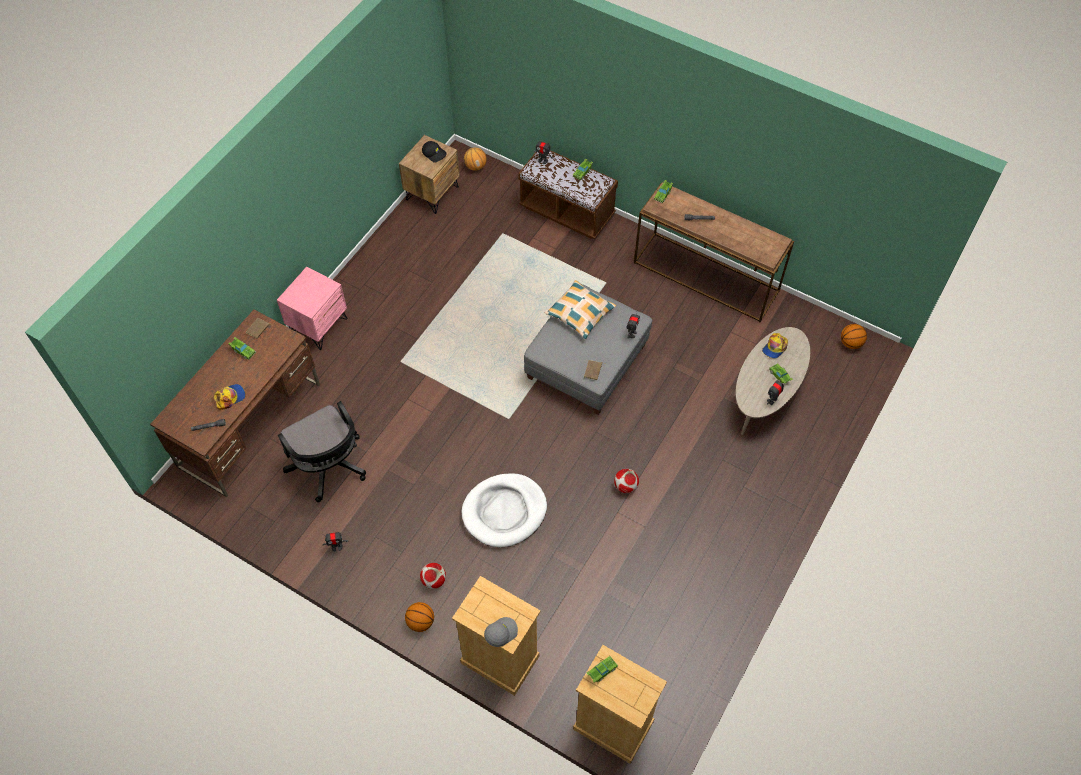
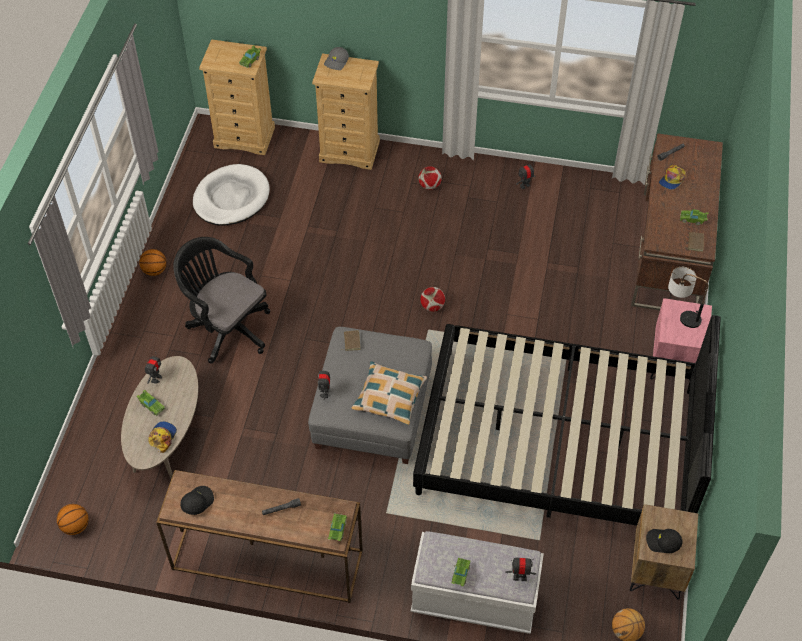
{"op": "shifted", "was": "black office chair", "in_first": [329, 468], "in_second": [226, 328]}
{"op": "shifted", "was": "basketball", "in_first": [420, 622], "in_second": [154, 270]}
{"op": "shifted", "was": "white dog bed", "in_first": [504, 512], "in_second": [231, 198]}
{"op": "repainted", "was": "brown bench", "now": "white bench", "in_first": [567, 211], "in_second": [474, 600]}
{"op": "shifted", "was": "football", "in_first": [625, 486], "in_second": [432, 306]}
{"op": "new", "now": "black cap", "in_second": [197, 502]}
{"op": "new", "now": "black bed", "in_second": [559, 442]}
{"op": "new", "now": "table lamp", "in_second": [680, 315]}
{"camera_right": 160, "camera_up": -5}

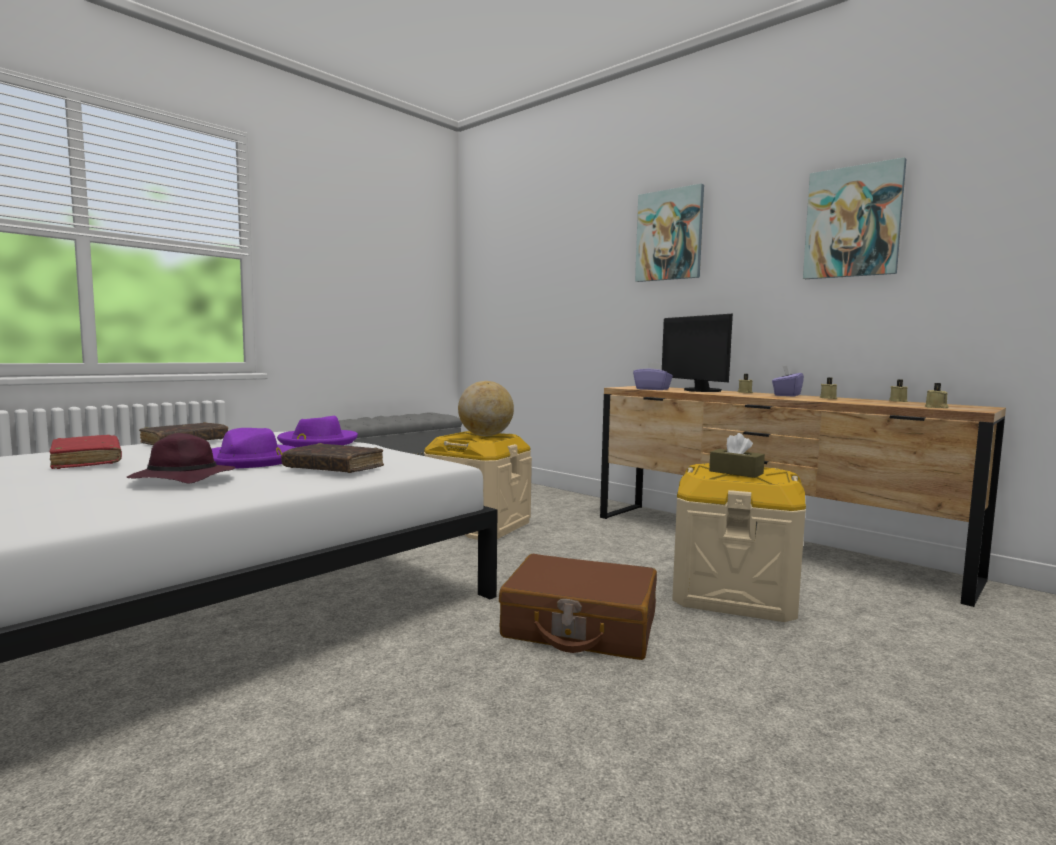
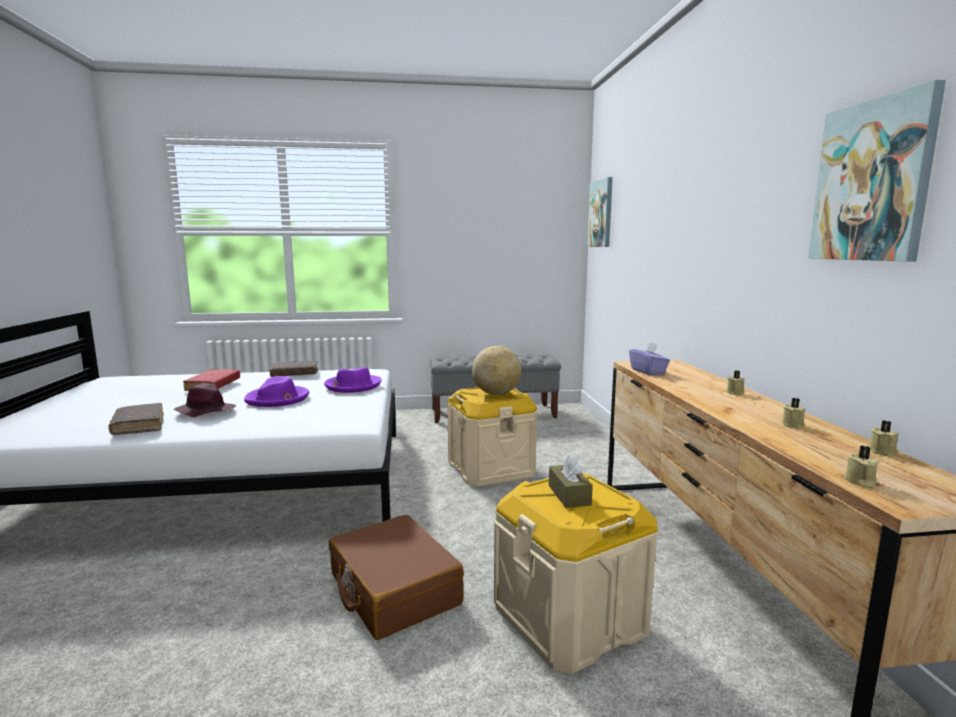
{"op": "shifted", "was": "brown book", "in_first": [333, 468], "in_second": [138, 426]}
{"op": "shifted", "was": "picture", "in_first": [669, 235], "in_second": [601, 214]}
{"op": "gone", "was": "monitor", "in_first": [699, 390]}
{"op": "gone", "was": "purple tissue box", "in_first": [786, 395]}
{"camera_right": 40, "camera_up": 5}

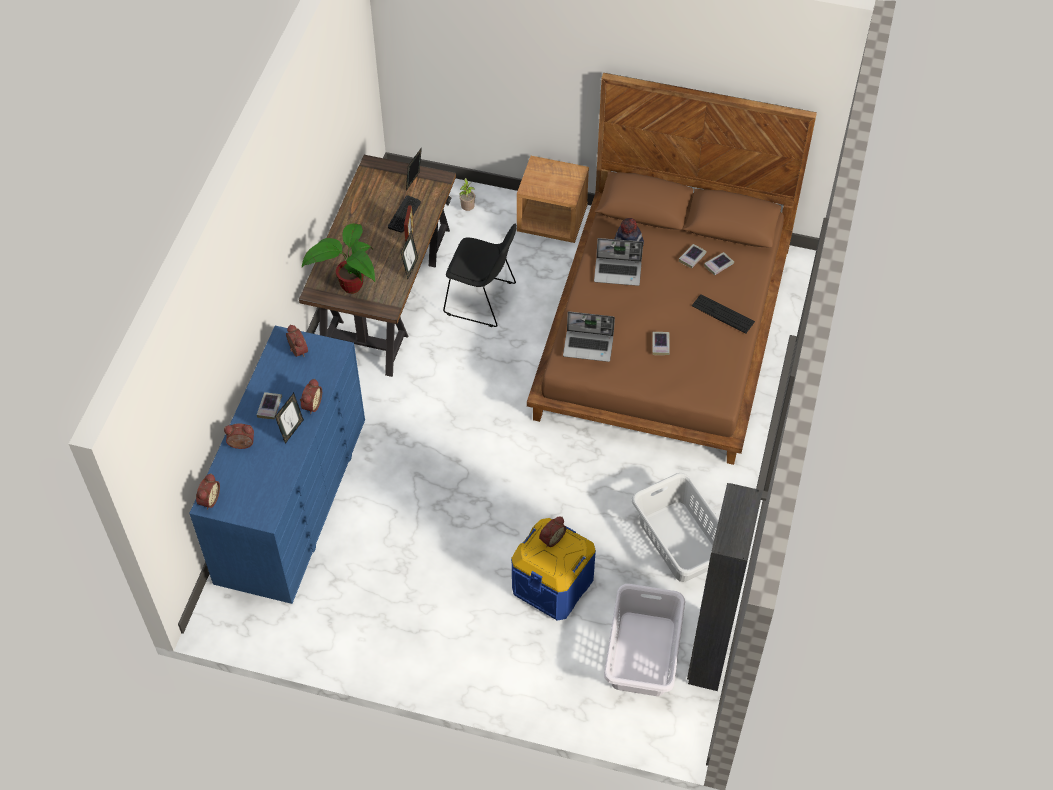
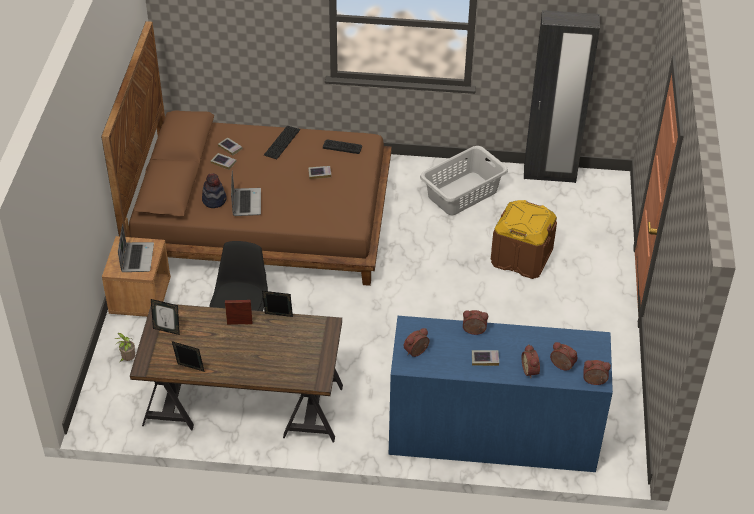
{"op": "shifted", "was": "picture frame", "in_first": [292, 430], "in_second": [190, 369]}
{"op": "gone", "was": "potted plant", "in_first": [349, 288]}
{"op": "shifted", "was": "keyboard", "in_first": [404, 214], "in_second": [342, 147]}
{"op": "repainted", "was": "blue storage box", "now": "brown storage box", "in_first": [552, 584], "in_second": [521, 257]}
{"op": "shifted", "was": "alarm clock", "in_first": [551, 538], "in_second": [561, 366]}
{"op": "shifted", "was": "laptop", "in_first": [589, 346], "in_second": [137, 257]}
{"op": "gone", "was": "white laundry basket", "in_first": [642, 654]}
{"camera_right": -100, "camera_up": -10}

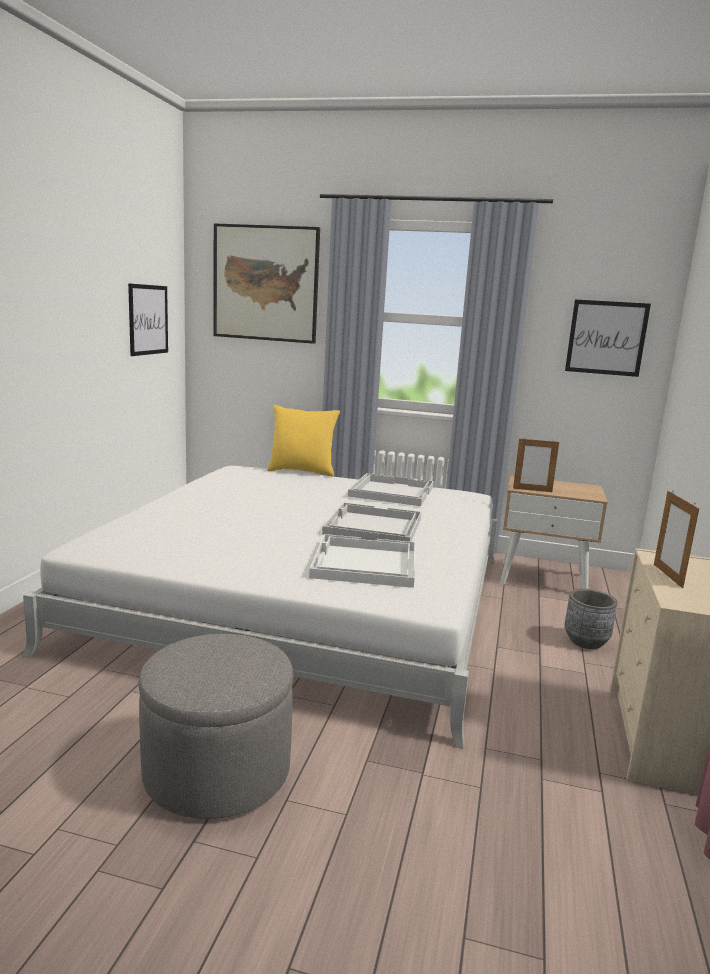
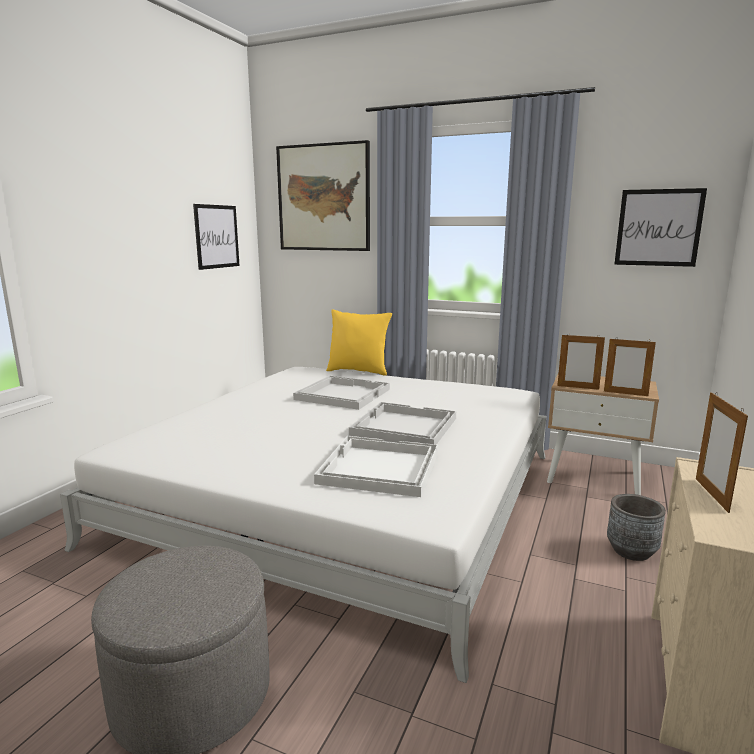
{"op": "shifted", "was": "white tray", "in_first": [391, 491], "in_second": [342, 394]}
{"op": "new", "now": "picture frame", "in_second": [625, 393]}
{"camera_right": 10, "camera_up": 0}

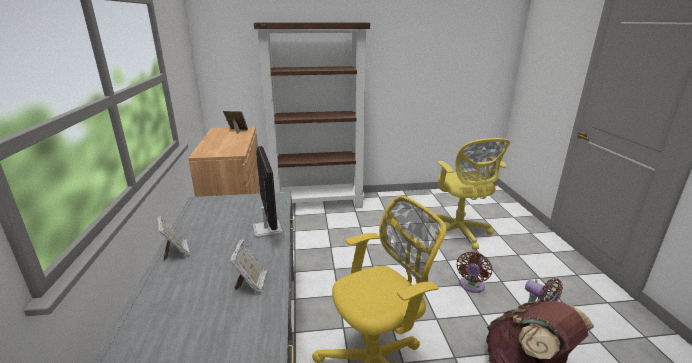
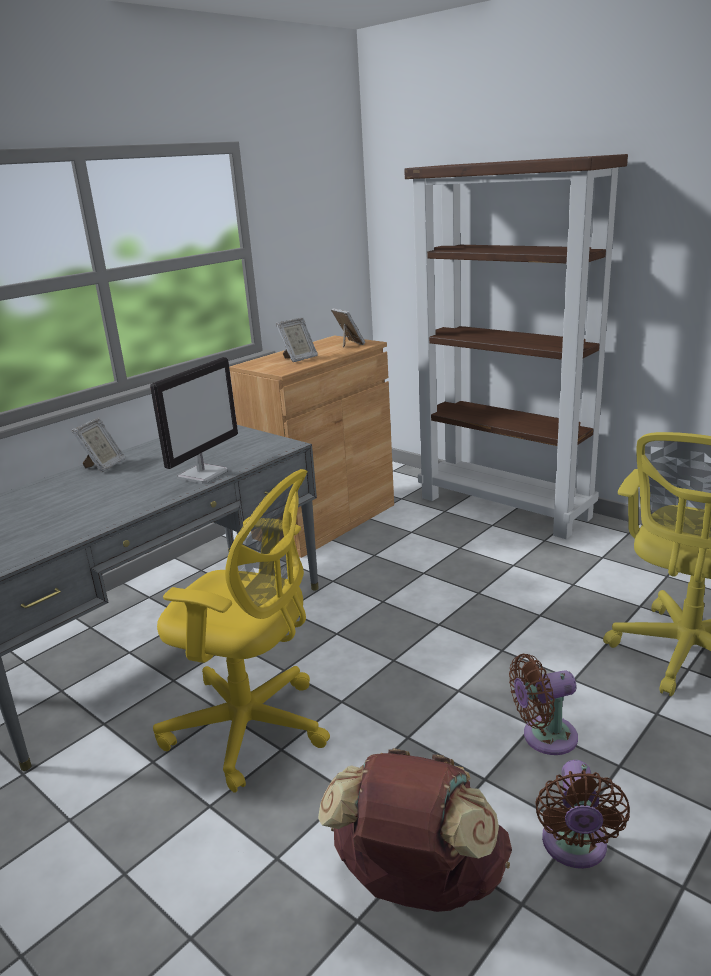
{"op": "shifted", "was": "picture frame", "in_first": [251, 284], "in_second": [298, 358]}
{"camera_right": 50, "camera_up": 0}

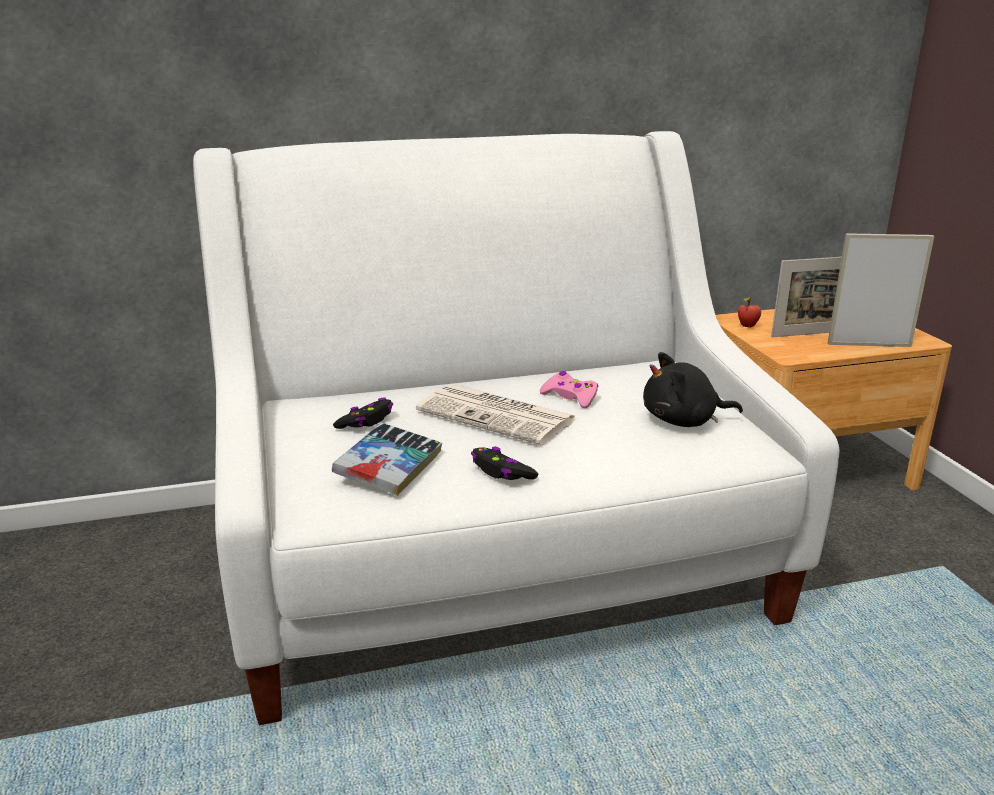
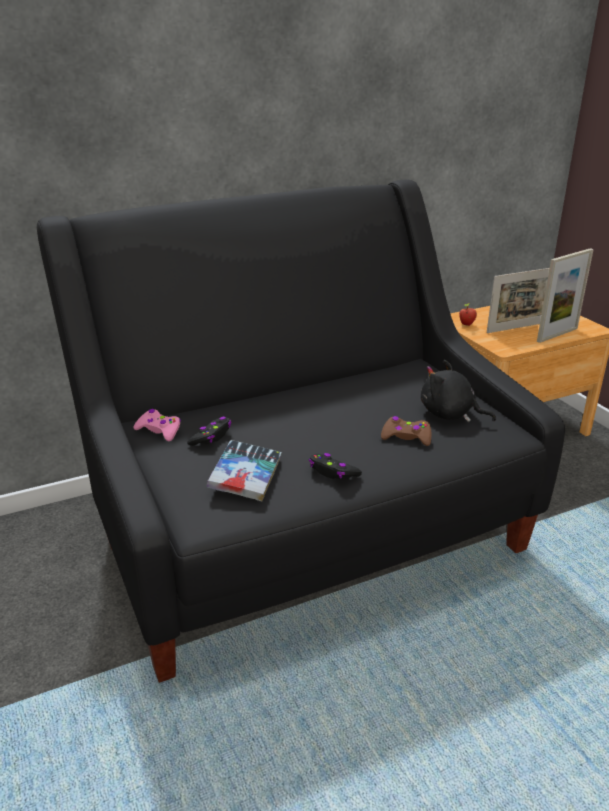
{"op": "repainted", "was": "white sofa", "now": "black sofa", "in_first": [496, 568], "in_second": [303, 530]}
{"op": "gone", "was": "newspaper", "in_first": [498, 415]}
{"op": "shifted", "was": "pink game controller", "in_first": [570, 397], "in_second": [159, 430]}
{"op": "rotated", "was": "black plush toy", "in_first": [684, 421], "in_second": [450, 414], "clockwise": 45}
{"op": "rotated", "was": "picture frame", "in_first": [869, 345], "in_second": [557, 335], "clockwise": 150}
{"op": "new", "now": "brown game controller", "in_second": [406, 437]}
{"camera_right": -10, "camera_up": 5}

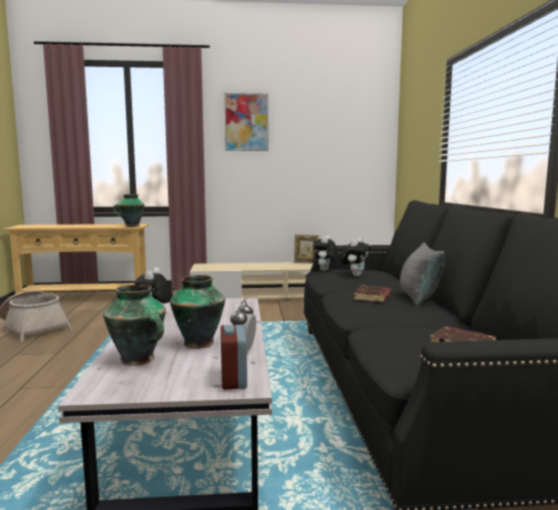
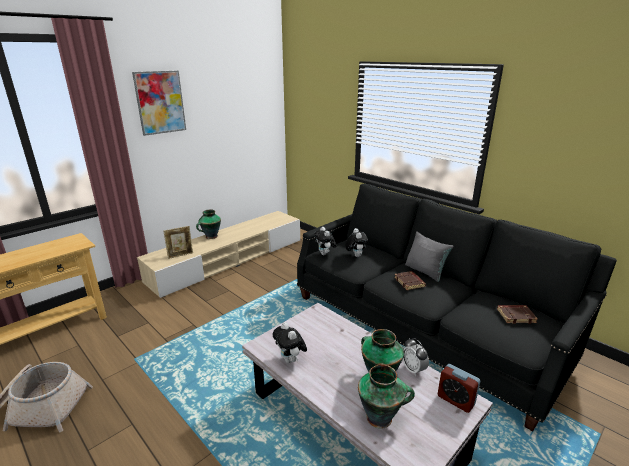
{"op": "shifted", "was": "vase", "in_first": [131, 226], "in_second": [211, 236]}
{"op": "shifted", "was": "picture frame", "in_first": [306, 263], "in_second": [180, 255]}
{"camera_right": -40, "camera_up": 15}

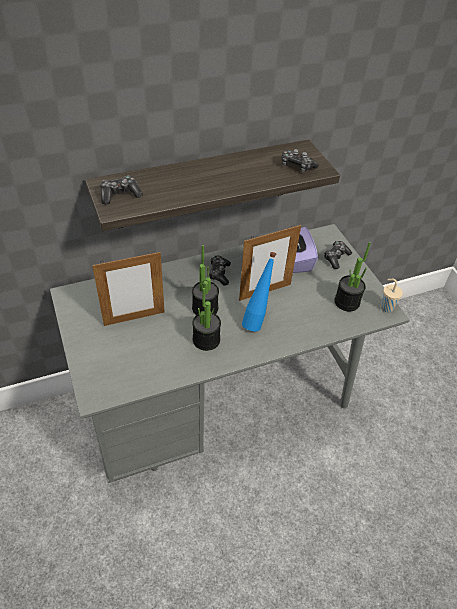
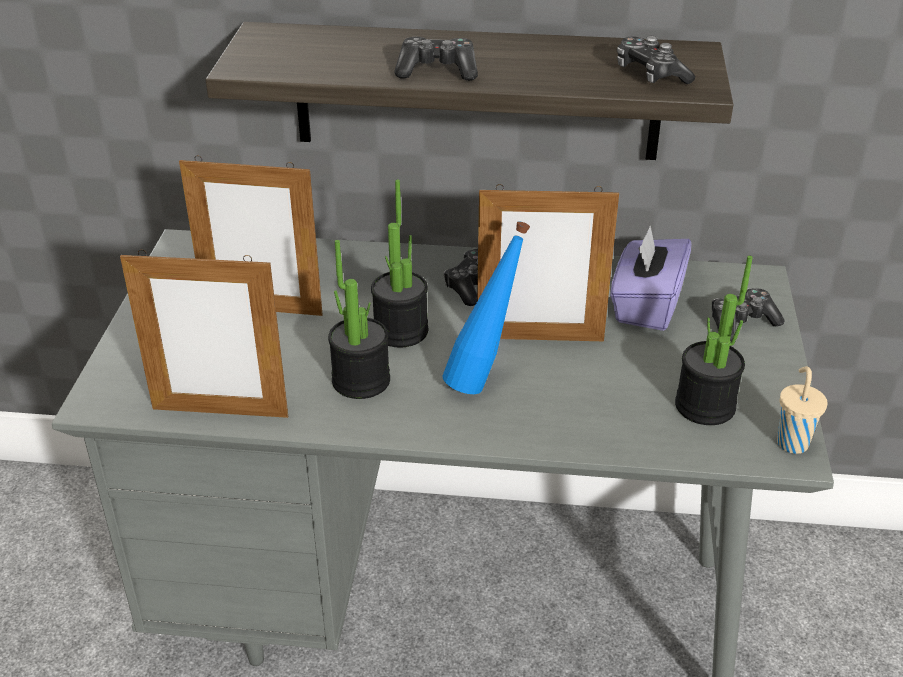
{"op": "shifted", "was": "game controller", "in_first": [120, 195], "in_second": [437, 71]}
{"op": "new", "now": "picture frame", "in_second": [220, 412]}
{"camera_right": 30, "camera_up": -10}

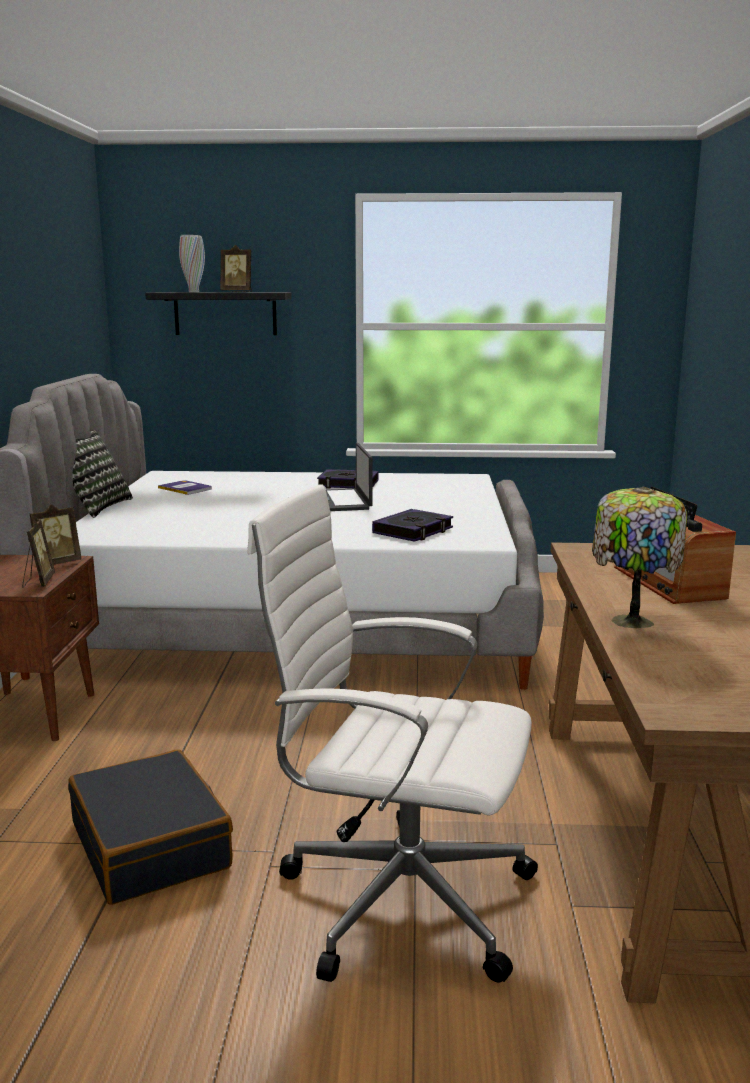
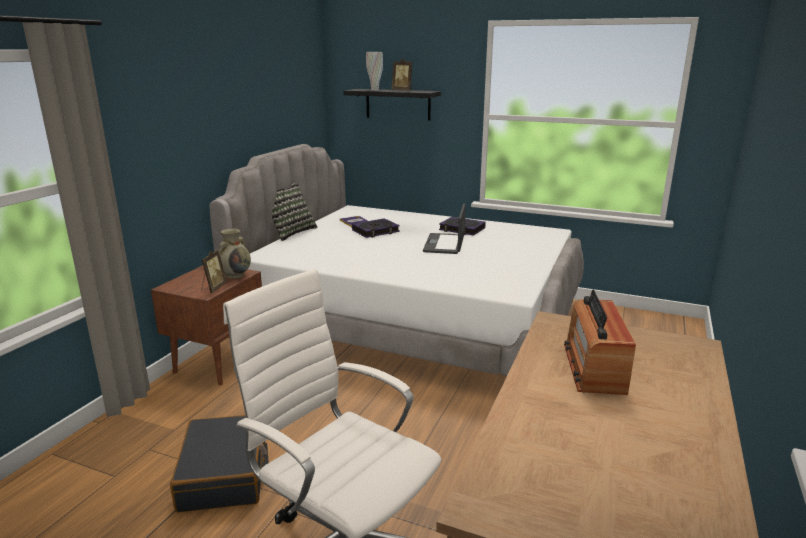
{"op": "swapped", "was": "picture frame", "now": "beige vase", "in_first": [56, 564], "in_second": [235, 275]}
{"op": "shifted", "was": "book", "in_first": [413, 531], "in_second": [375, 231]}
{"op": "gone", "was": "table lamp", "in_first": [630, 622]}
{"camera_right": 20, "camera_up": 5}

